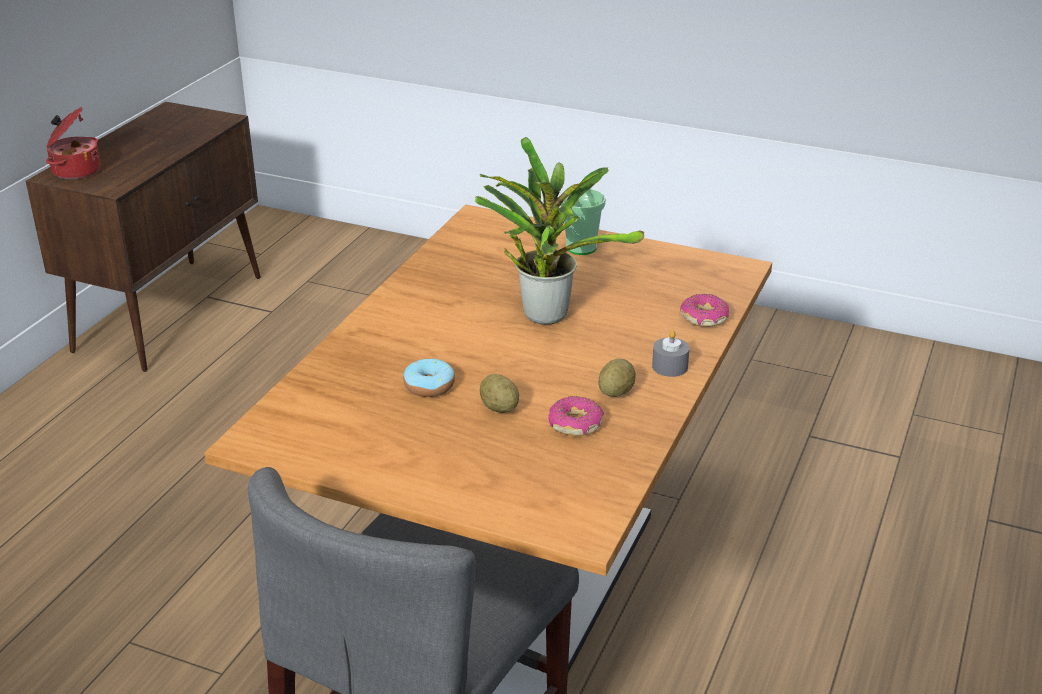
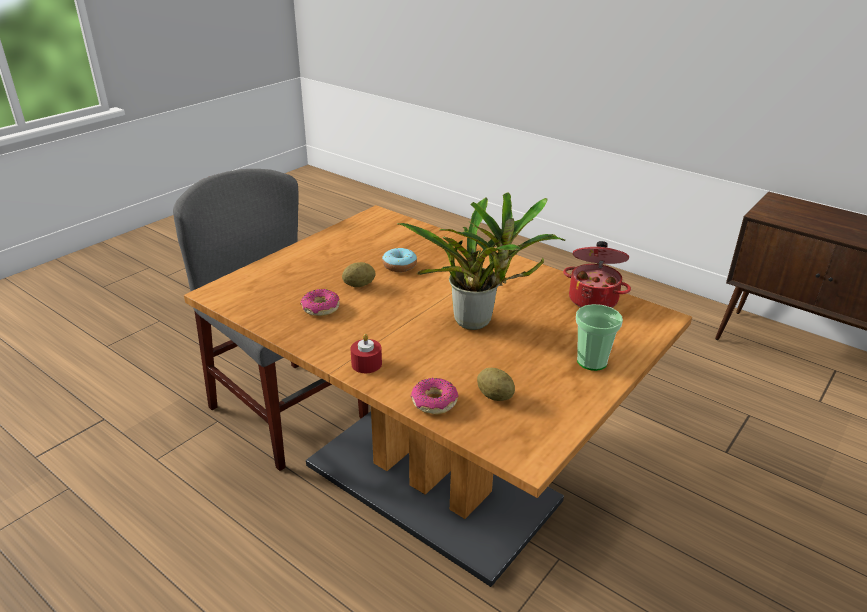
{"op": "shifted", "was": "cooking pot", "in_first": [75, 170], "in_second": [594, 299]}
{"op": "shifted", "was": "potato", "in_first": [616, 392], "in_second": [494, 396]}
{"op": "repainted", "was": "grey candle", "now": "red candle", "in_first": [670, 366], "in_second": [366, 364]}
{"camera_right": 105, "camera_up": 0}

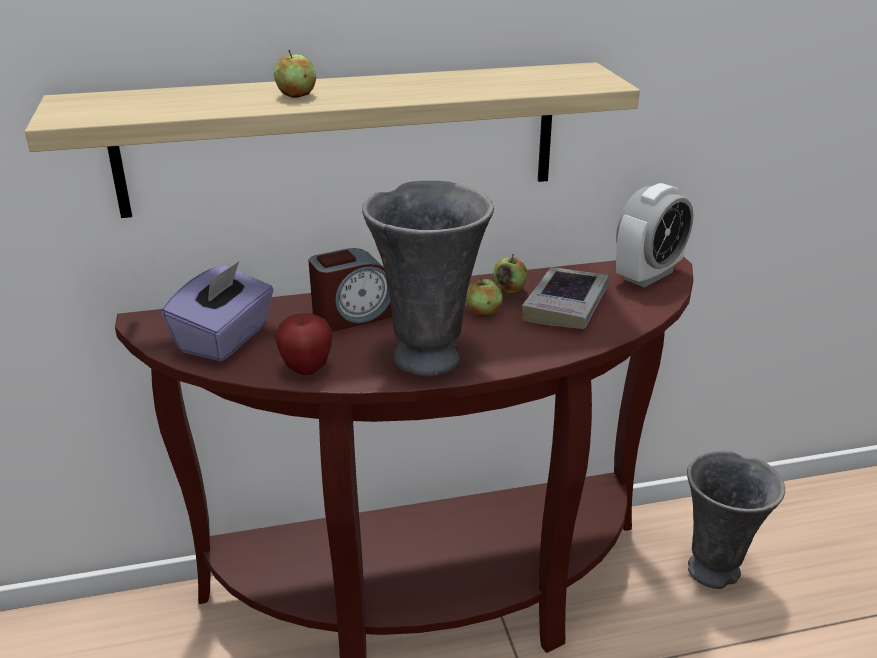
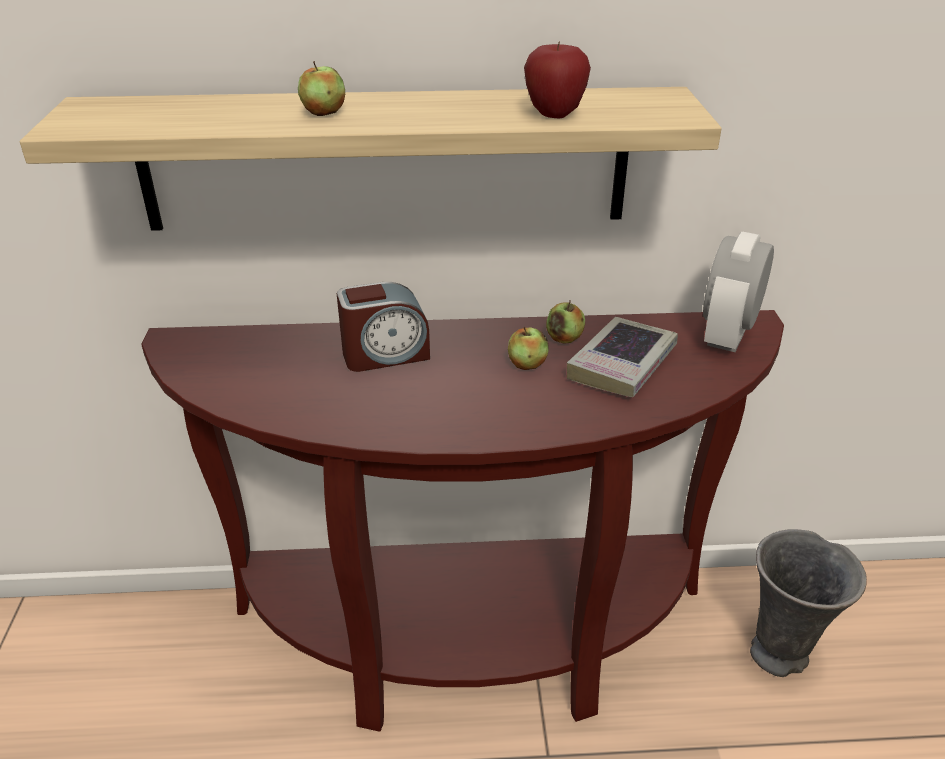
{"op": "gone", "was": "purple tissue box", "in_first": [226, 338]}
{"op": "shifted", "was": "apple", "in_first": [306, 369], "in_second": [554, 114]}
{"op": "gone", "was": "grey vase", "in_first": [429, 356]}
{"op": "rotated", "was": "alarm clock", "in_first": [648, 275], "in_second": [728, 335], "clockwise": 150}
{"camera_right": 10, "camera_up": 5}

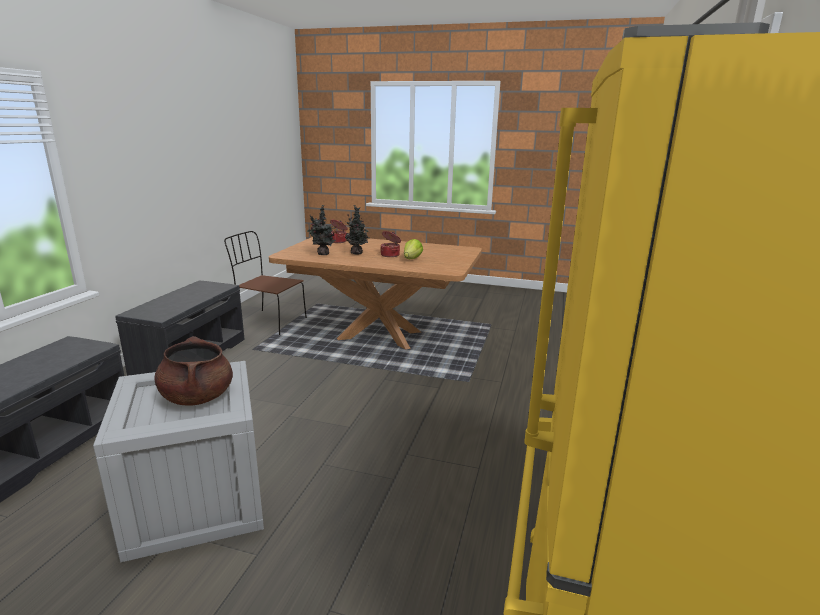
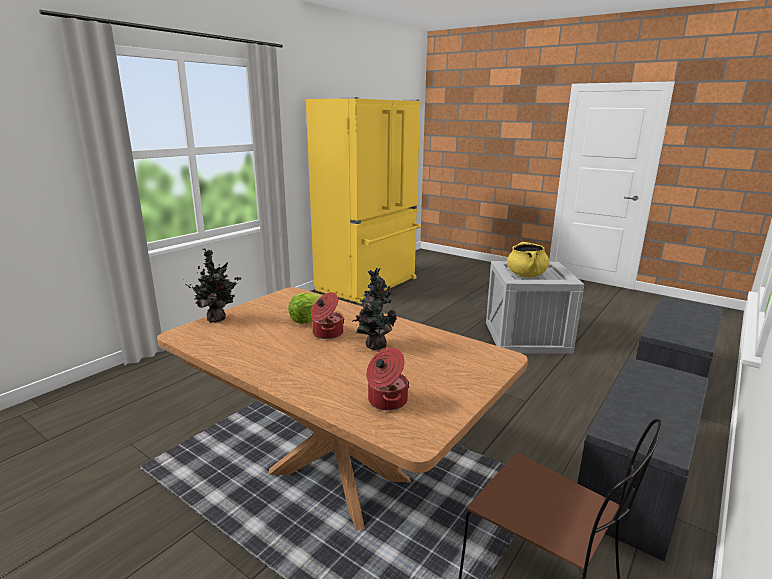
{"op": "repainted", "was": "brown cooking pot", "now": "yellow cooking pot", "in_first": [197, 397], "in_second": [526, 275]}
{"op": "shifted", "was": "potted plant", "in_first": [322, 254], "in_second": [217, 319]}
{"camera_right": -160, "camera_up": 0}

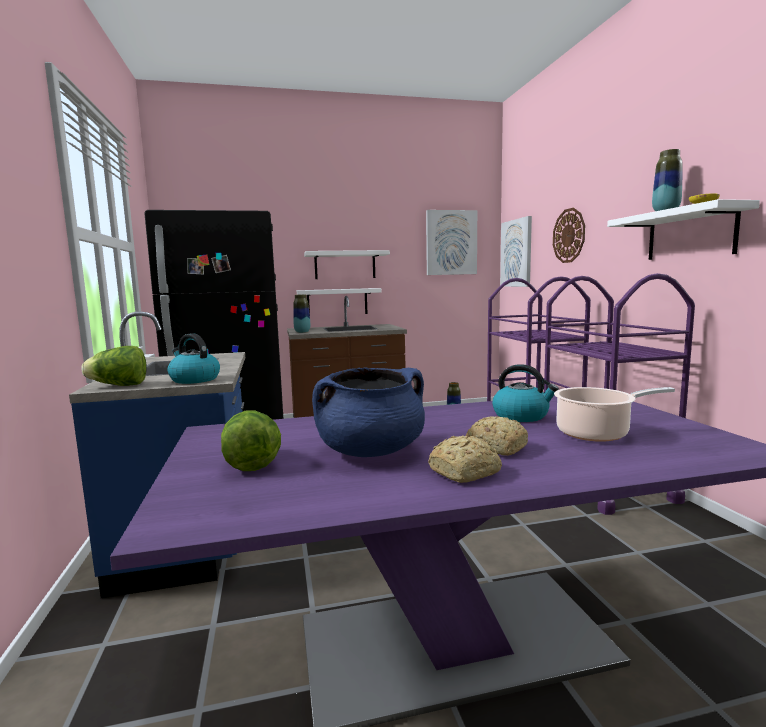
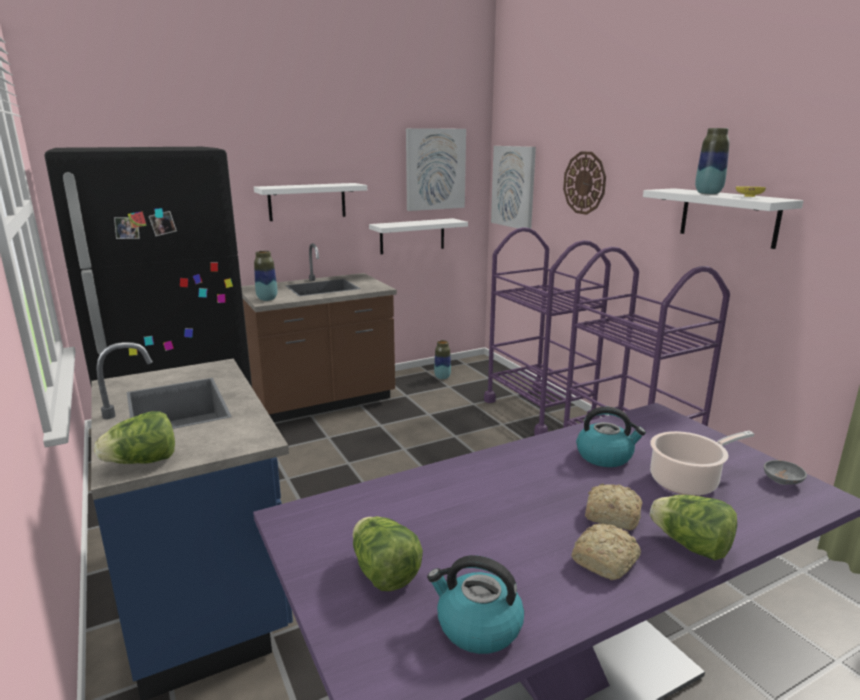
{"op": "shifted", "was": "kettle", "in_first": [194, 379], "in_second": [477, 626]}
{"op": "shifted", "was": "white shelf", "in_first": [337, 302], "in_second": [412, 236]}
{"op": "gone", "was": "blue cooking pot", "in_first": [371, 451]}
{"op": "new", "now": "lettuce", "in_second": [691, 546]}
{"op": "new", "now": "grey bowl", "in_second": [782, 481]}
{"camera_right": -15, "camera_up": 10}

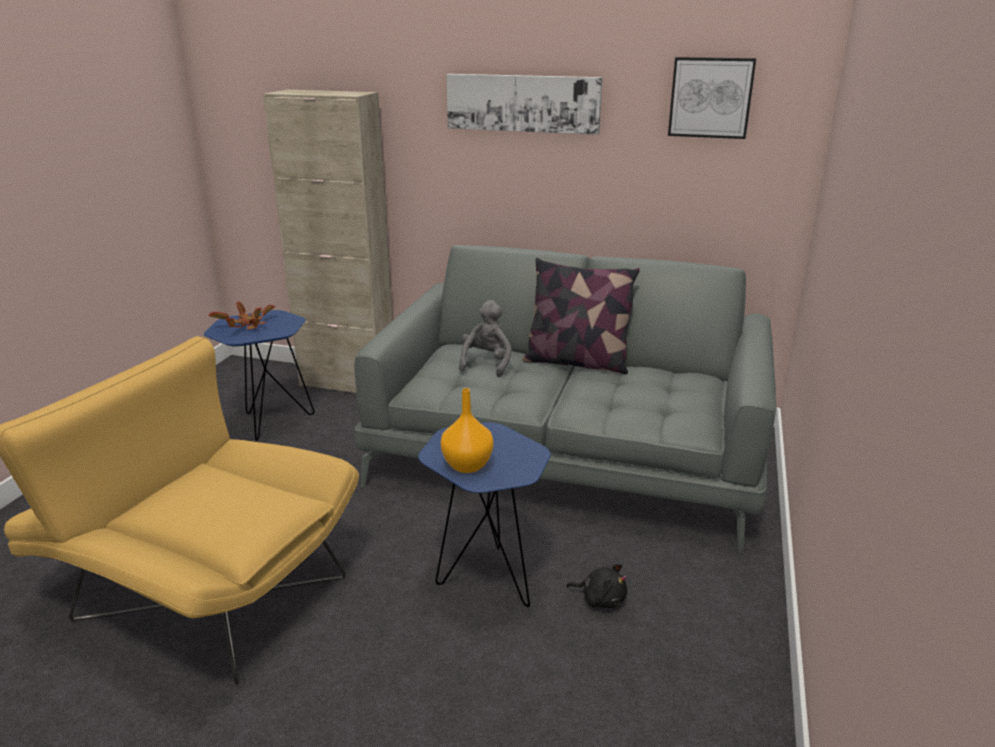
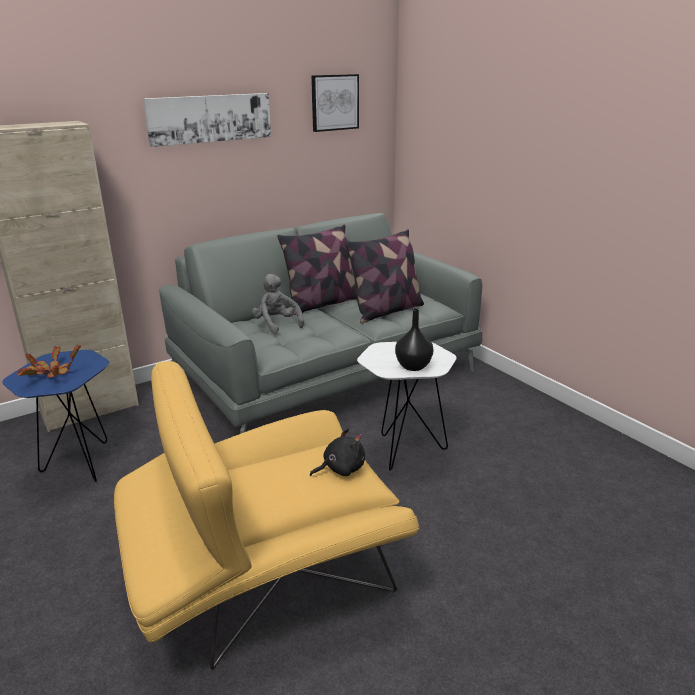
{"op": "repainted", "was": "blue side table", "now": "white side table", "in_first": [485, 577], "in_second": [403, 451]}
{"op": "repainted", "was": "orange vase", "now": "black vase", "in_first": [467, 465], "in_second": [412, 366]}
{"op": "shifted", "was": "black plush toy", "in_first": [600, 598], "in_second": [341, 469]}
{"op": "new", "now": "pillow", "in_second": [386, 311]}
{"camera_right": -50, "camera_up": 0}

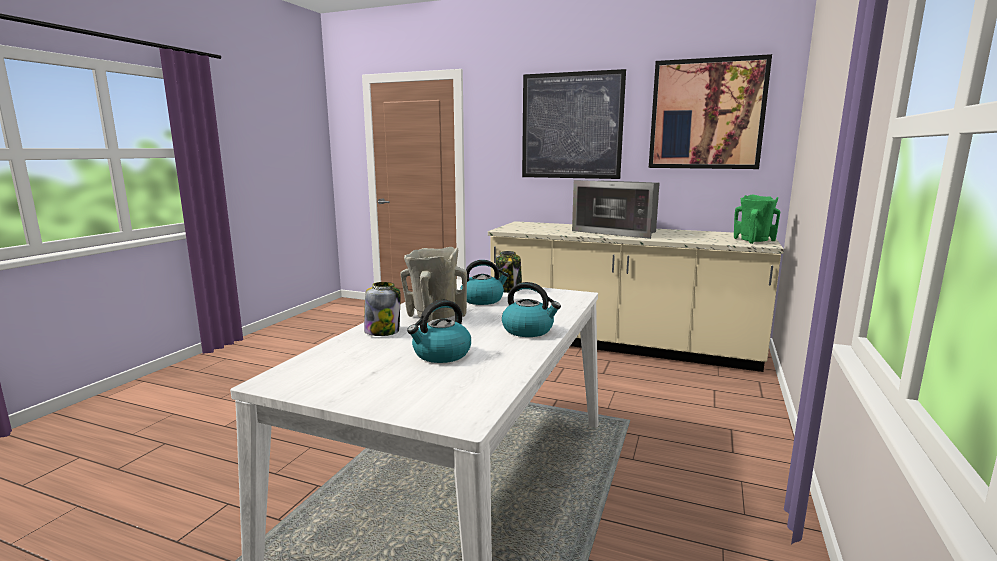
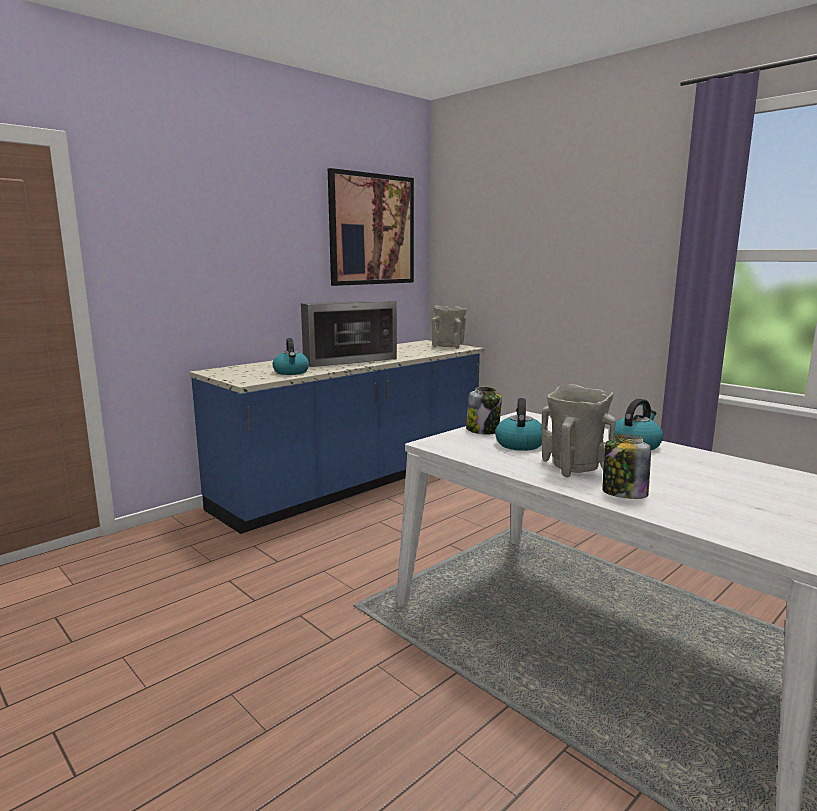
{"op": "shifted", "was": "kettle", "in_first": [441, 354], "in_second": [291, 372]}
{"op": "repainted", "was": "beige counter", "now": "blue counter", "in_first": [621, 344], "in_second": [356, 482]}
{"op": "gone", "was": "picture", "in_first": [571, 126]}
{"op": "repainted", "was": "green vase", "now": "beige vase", "in_first": [753, 241], "in_second": [448, 346]}
{"camera_right": -65, "camera_up": 0}

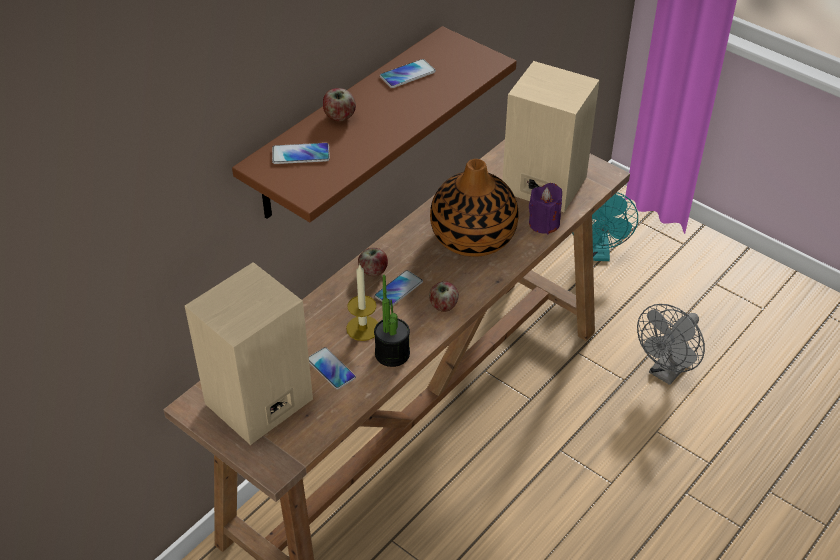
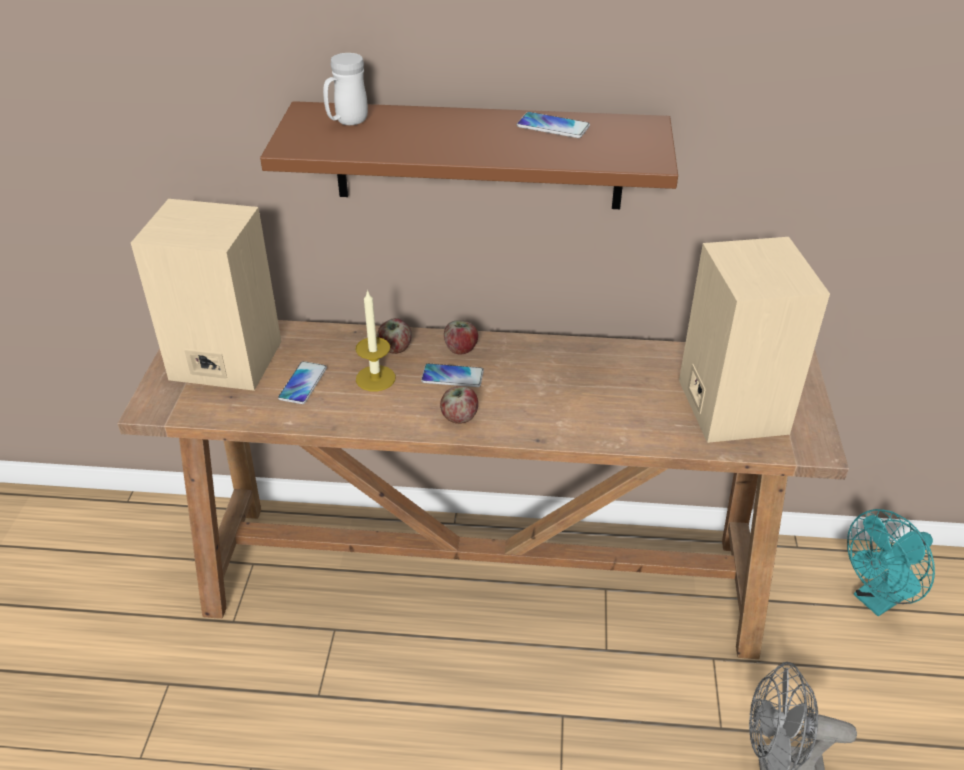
{"op": "swapped", "was": "phone", "now": "white mug", "in_first": [300, 154], "in_second": [347, 122]}
{"op": "shifted", "was": "apple", "in_first": [339, 117], "in_second": [395, 348]}
{"op": "gone", "was": "potted plant", "in_first": [392, 354]}
{"op": "gone", "was": "vase", "in_first": [473, 236]}
{"op": "gone", "was": "purple candle", "in_first": [544, 223]}
{"camera_right": 55, "camera_up": -5}

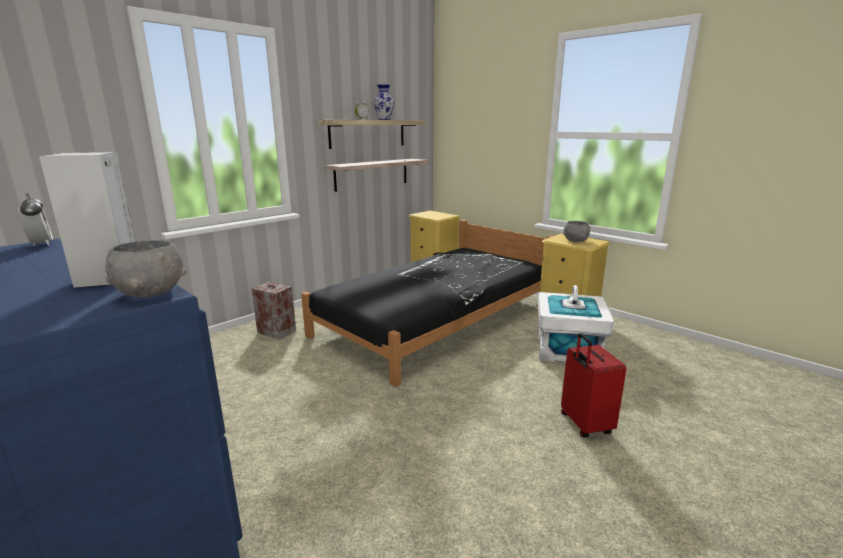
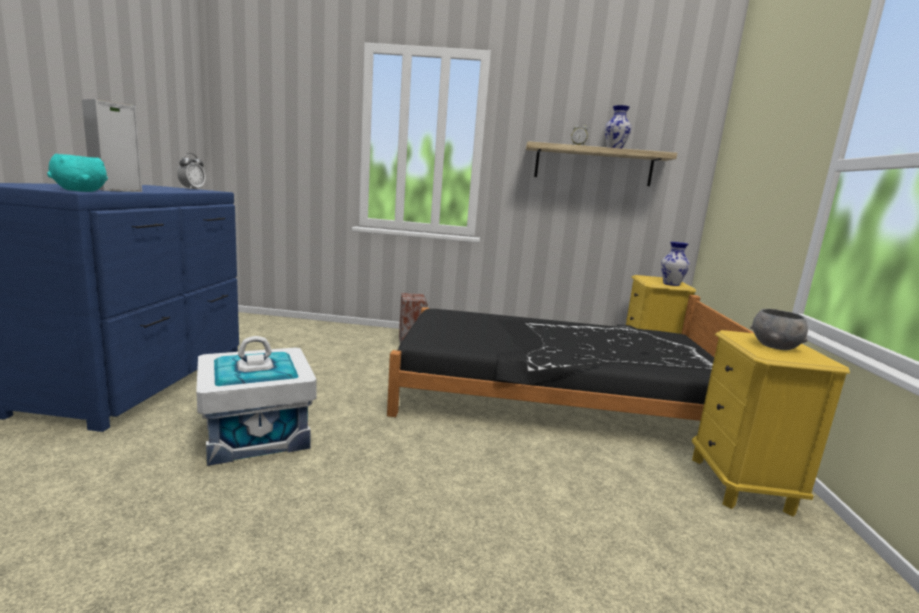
{"op": "repainted", "was": "grey bowl", "now": "turquoise bowl", "in_first": [150, 293], "in_second": [79, 191]}
{"op": "gone", "was": "shelf", "in_first": [372, 174]}
{"op": "shifted", "was": "white storage box", "in_first": [567, 349], "in_second": [257, 433]}
{"op": "gone", "was": "red suitcase", "in_first": [584, 424]}
{"op": "new", "now": "vase", "in_second": [671, 284]}
{"camera_right": 50, "camera_up": -5}

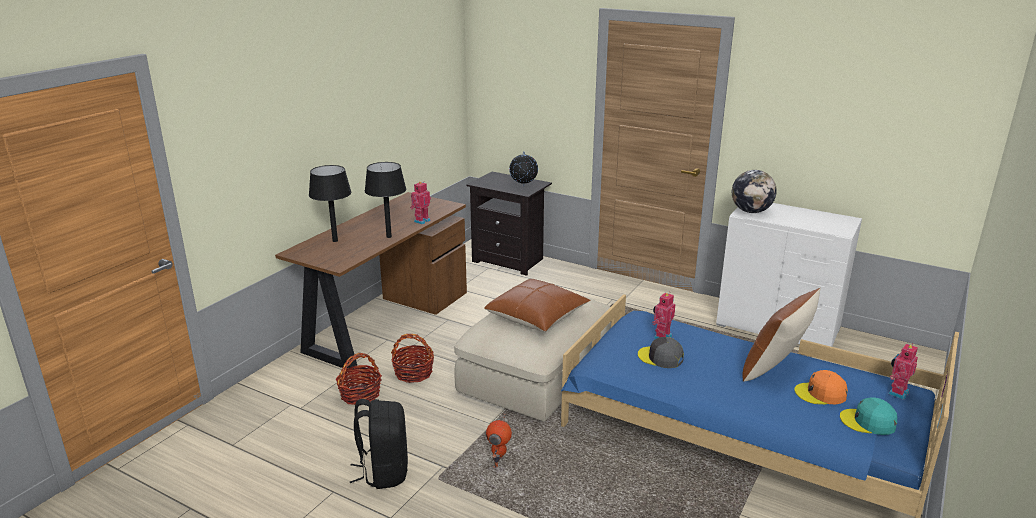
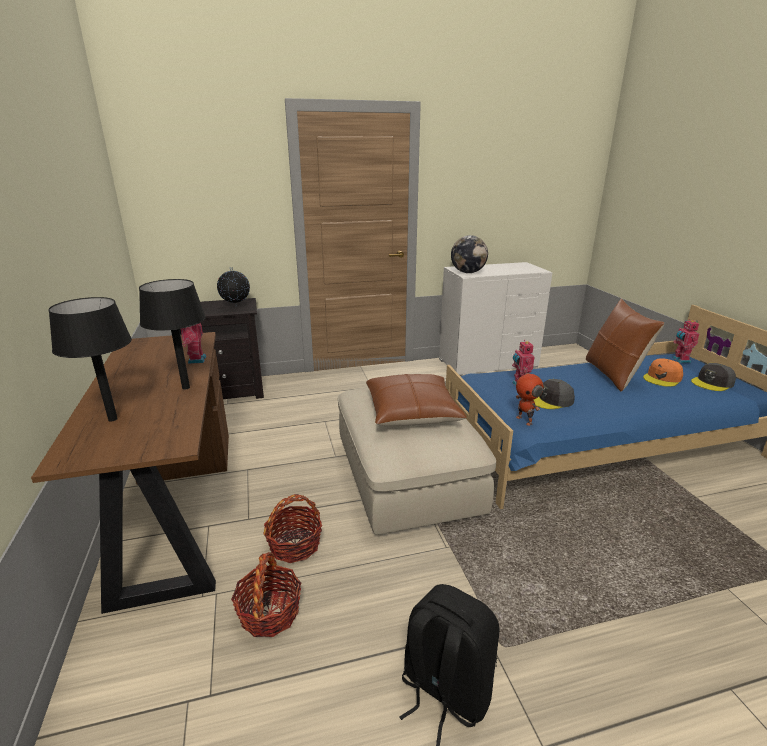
{"op": "shifted", "was": "toy robot", "in_first": [499, 463], "in_second": [525, 420]}
{"op": "repainted", "was": "turquoise cap", "now": "grey cap", "in_first": [868, 422], "in_second": [712, 383]}
{"camera_right": -45, "camera_up": 0}

